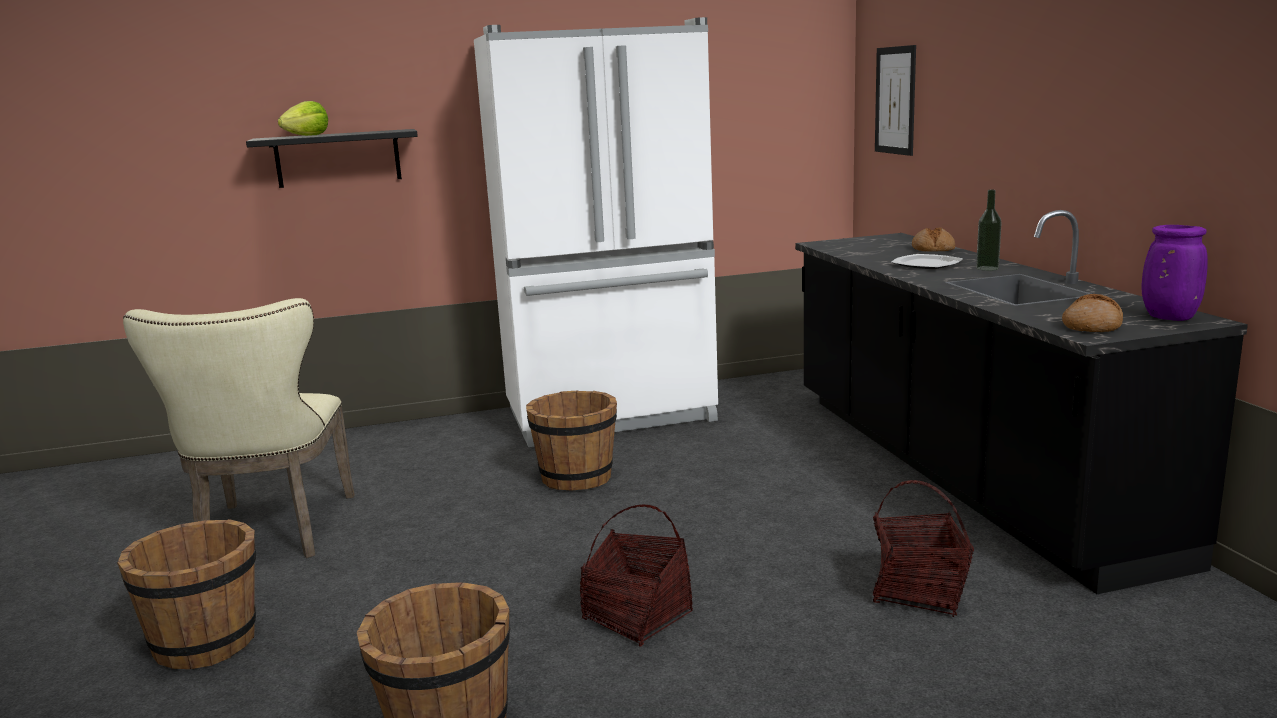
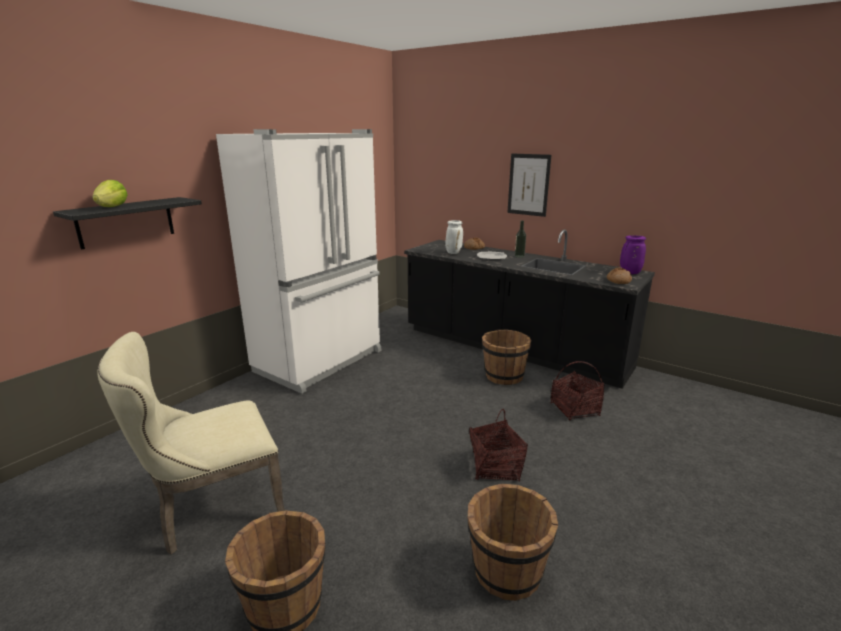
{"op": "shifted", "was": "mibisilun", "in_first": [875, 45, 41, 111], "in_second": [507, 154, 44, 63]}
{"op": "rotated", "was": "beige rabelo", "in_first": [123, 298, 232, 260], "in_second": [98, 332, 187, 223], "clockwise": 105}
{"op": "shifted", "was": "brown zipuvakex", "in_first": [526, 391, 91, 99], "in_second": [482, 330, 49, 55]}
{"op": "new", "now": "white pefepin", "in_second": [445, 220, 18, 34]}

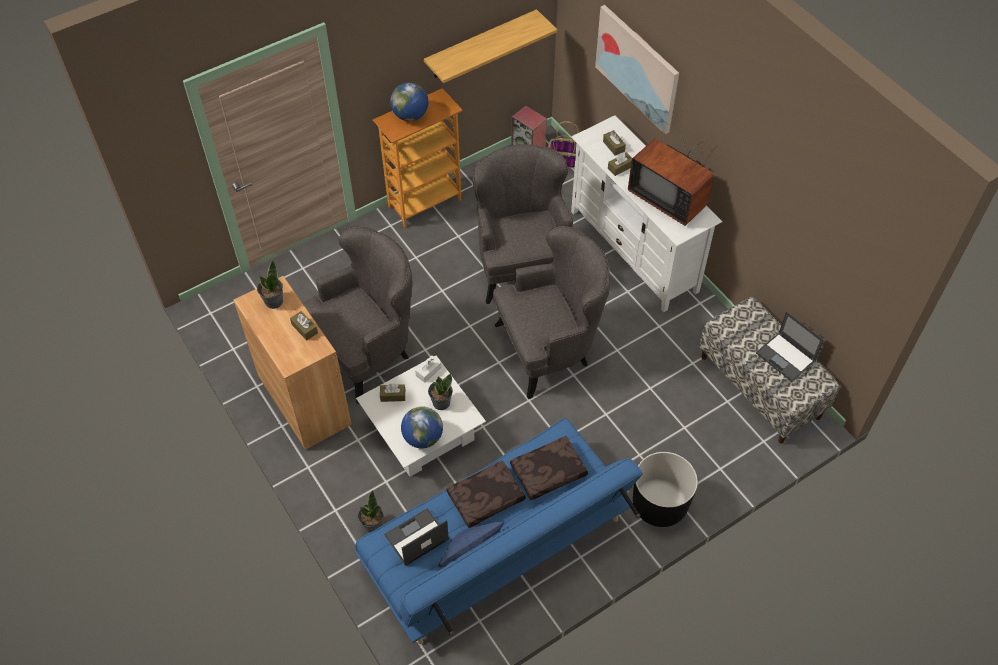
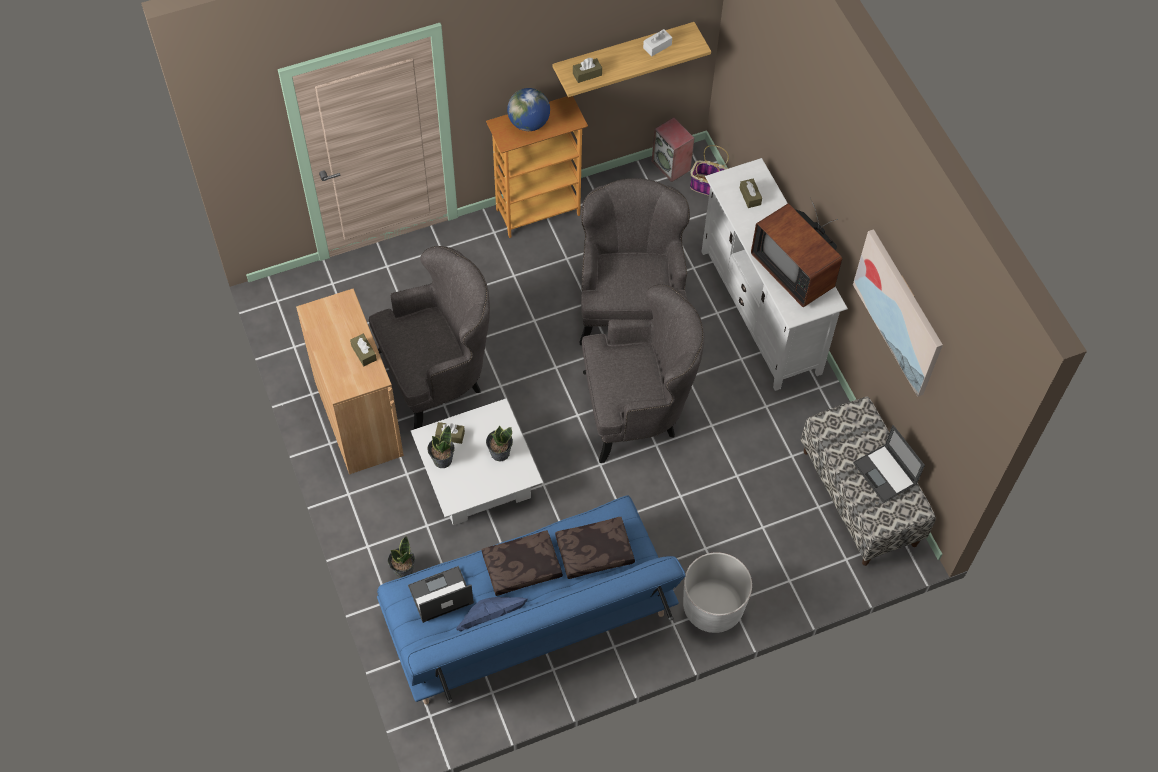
{"op": "shifted", "was": "mibisilun", "in_first": [595, 5, 84, 129], "in_second": [853, 229, 90, 168]}
{"op": "shifted", "was": "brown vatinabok", "in_first": [608, 152, 24, 24], "in_second": [573, 58, 29, 25]}
{"op": "shifted", "was": "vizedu", "in_first": [257, 261, 26, 48], "in_second": [427, 425, 28, 43]}
{"op": "shifted", "was": "white vatinabok", "in_first": [415, 355, 26, 28], "in_second": [643, 29, 29, 28]}
{"op": "gone", "was": "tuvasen", "in_first": [401, 406, 42, 43]}
{"op": "repainted", "was": "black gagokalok", "now": "white gagokalok", "in_first": [633, 452, 65, 75], "in_second": [683, 552, 69, 81]}

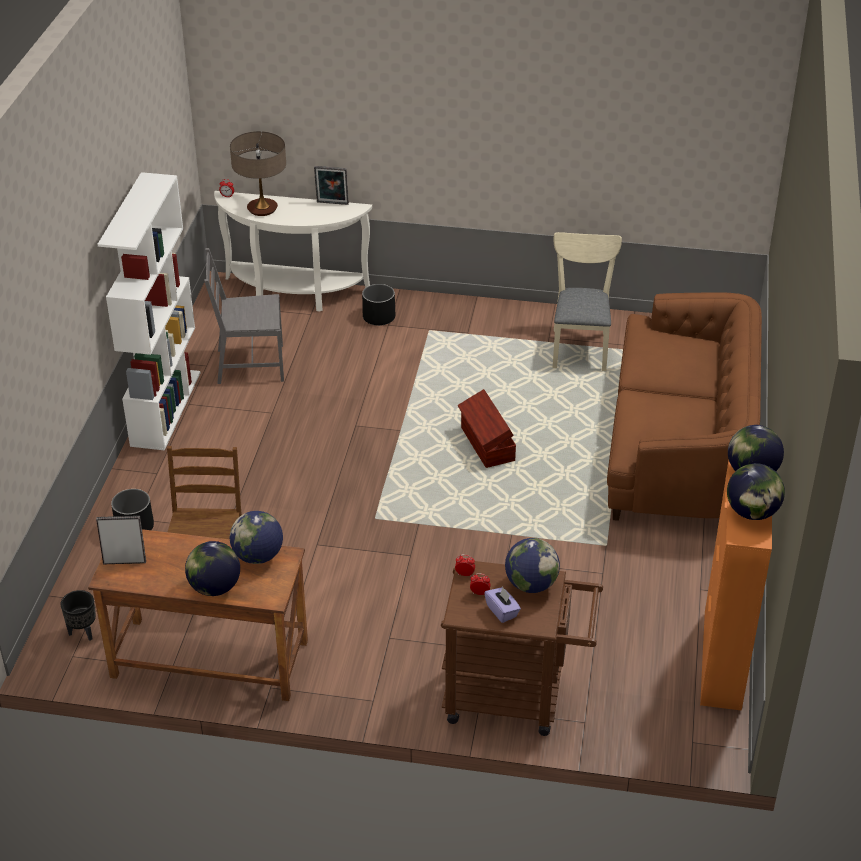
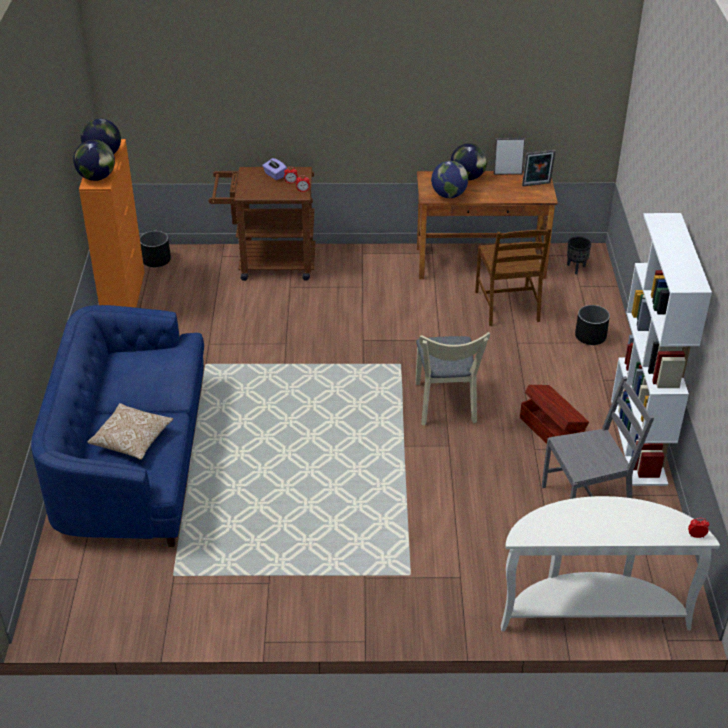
{"op": "gone", "was": "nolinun", "in_first": [230, 131, 56, 85]}
{"op": "shifted", "was": "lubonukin", "in_first": [314, 166, 35, 39], "in_second": [494, 138, 31, 37]}
{"op": "shifted", "was": "beige rabelo", "in_first": [553, 232, 69, 139], "in_second": [416, 332, 74, 94]}
{"op": "shifted", "was": "black gagokalok", "in_first": [362, 284, 33, 42], "in_second": [140, 231, 31, 37]}
{"op": "repainted", "was": "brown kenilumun", "now": "blue kenilumun", "in_first": [607, 292, 155, 229], "in_second": [31, 305, 173, 242]}
{"op": "shifted", "was": "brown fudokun", "in_first": [458, 389, 58, 79], "in_second": [520, 385, 69, 59]}
{"op": "gone", "was": "tuvasen", "in_first": [505, 538, 55, 55]}
{"op": "new", "now": "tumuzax", "in_second": [88, 403, 85, 57]}

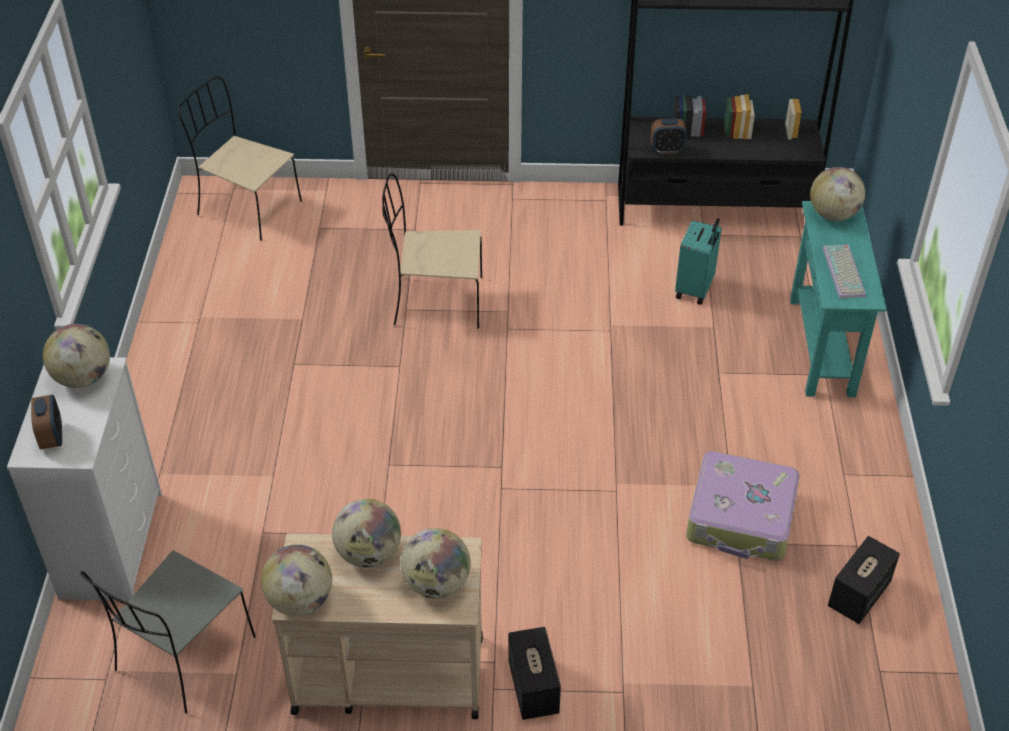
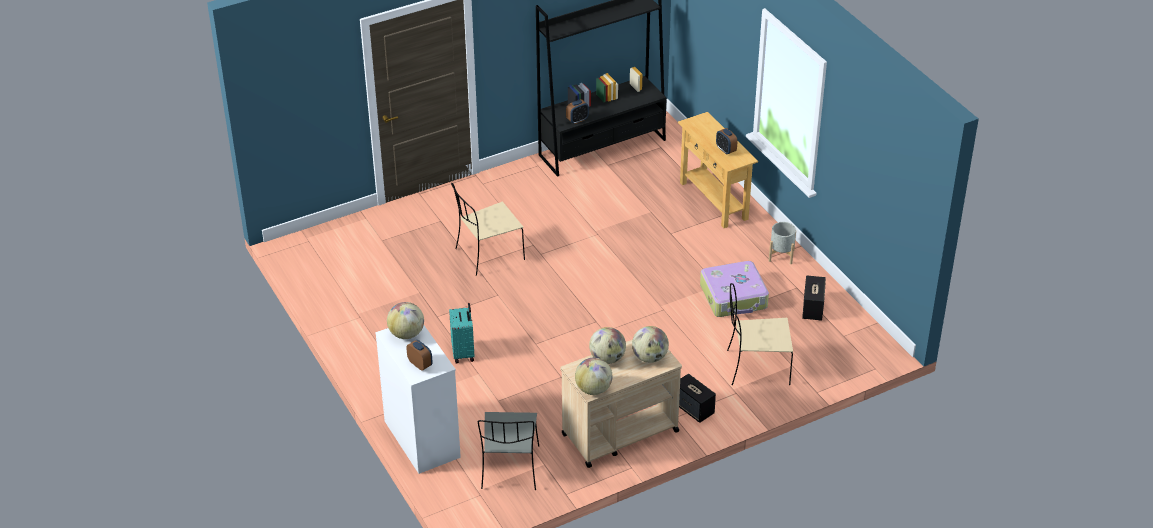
{"op": "shifted", "was": "beige rabelo", "in_first": [178, 77, 124, 164], "in_second": [727, 283, 66, 102]}
{"op": "gone", "was": "tuvasen", "in_first": [810, 167, 55, 54]}
{"op": "repainted", "was": "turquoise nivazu", "now": "beige nivazu", "in_first": [790, 201, 97, 196], "in_second": [678, 112, 80, 116]}
{"op": "shifted", "was": "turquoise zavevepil", "in_first": [675, 218, 47, 87], "in_second": [449, 303, 26, 60]}
{"op": "swapped", "was": "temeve", "now": "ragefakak", "in_first": [823, 245, 43, 53], "in_second": [716, 128, 21, 27]}
{"op": "new", "now": "grey gagokalok", "in_second": [769, 222, 27, 42]}

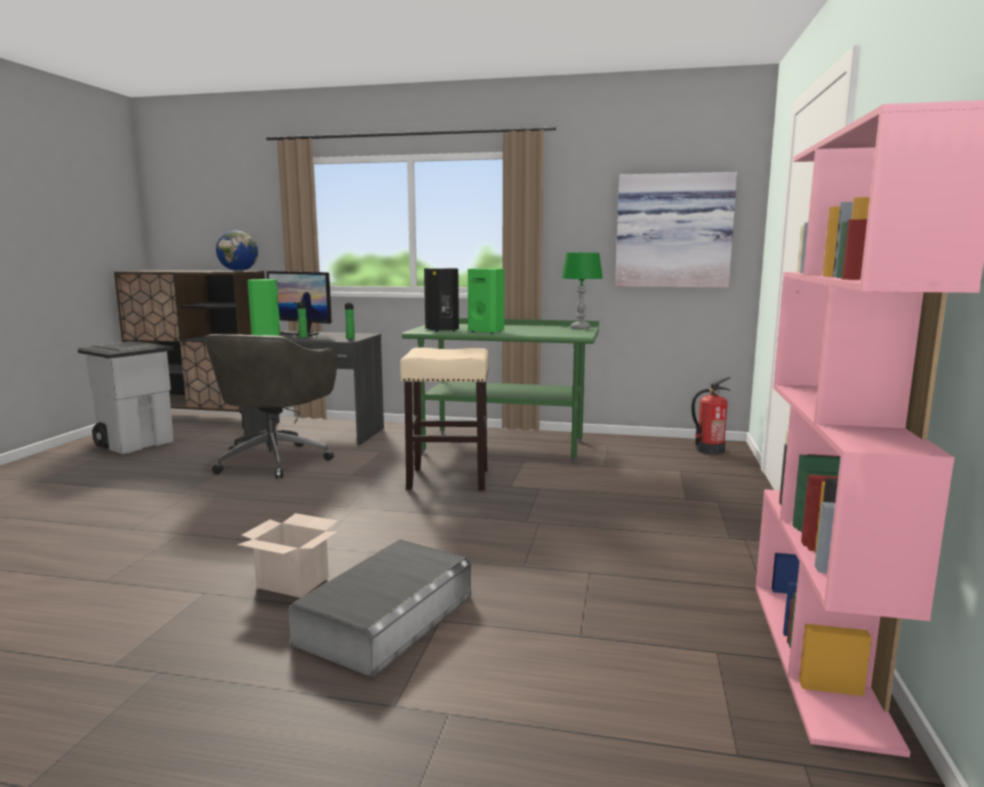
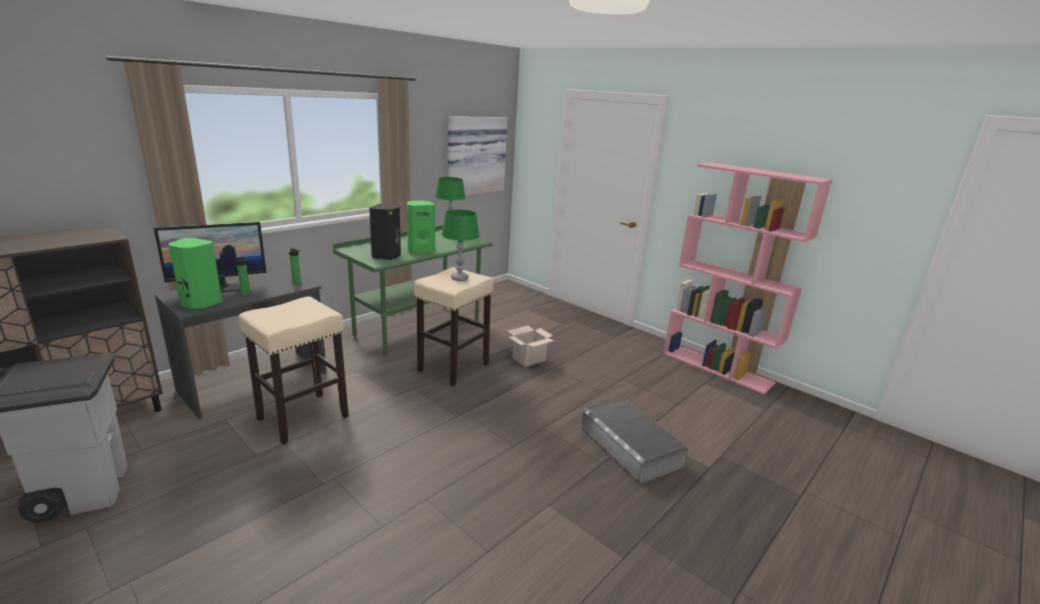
{"op": "gone", "was": "tuvasen", "in_first": [216, 231, 42, 40]}
{"op": "swapped", "was": "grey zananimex", "now": "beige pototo", "in_first": [204, 334, 134, 145], "in_second": [239, 296, 110, 149]}
{"op": "gone", "was": "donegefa", "in_first": [691, 377, 40, 77]}
{"op": "shifted", "was": "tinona", "in_first": [237, 513, 101, 85], "in_second": [508, 326, 46, 41]}
{"op": "new", "now": "green nolinun", "in_second": [441, 209, 38, 72]}

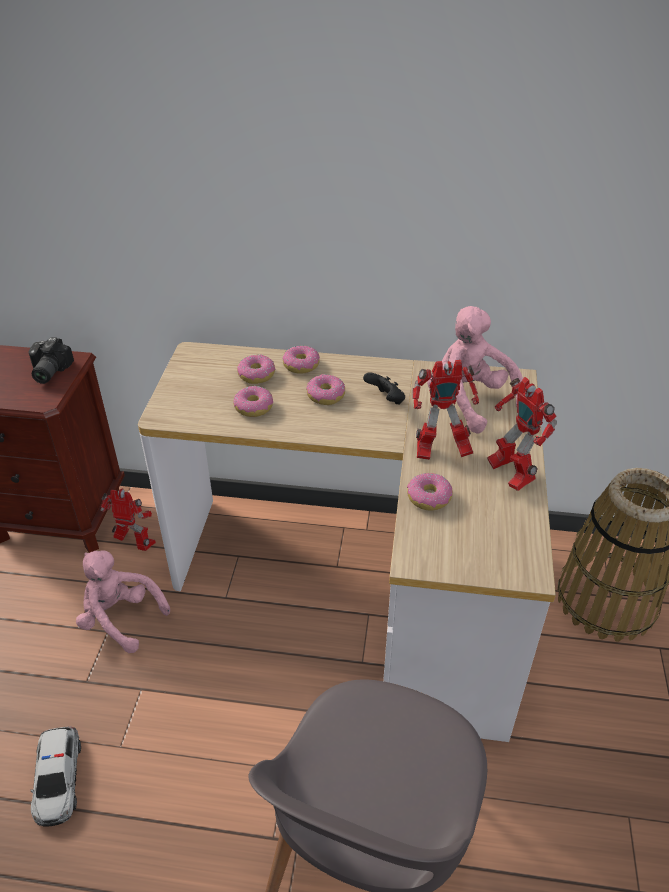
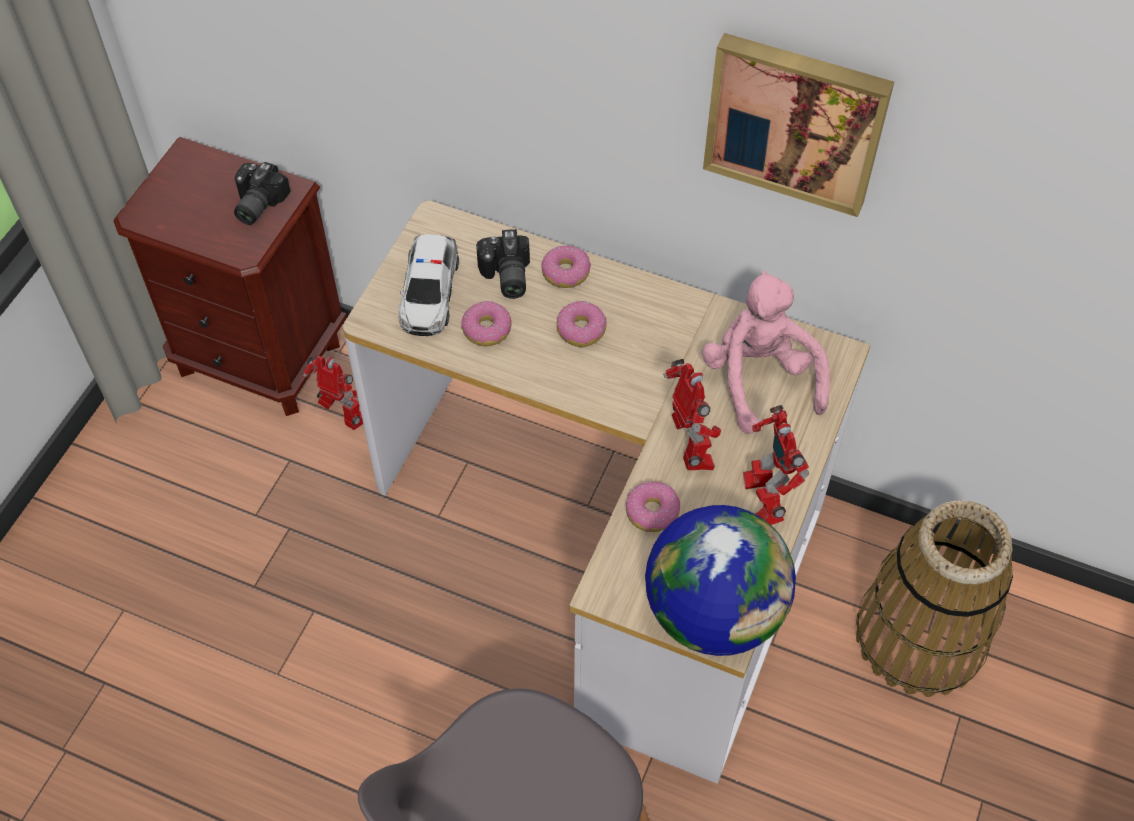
{"op": "swapped", "was": "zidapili", "now": "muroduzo", "in_first": [237, 355, 38, 29], "in_second": [476, 229, 54, 70]}
{"op": "rotated", "was": "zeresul", "in_first": [412, 360, 67, 100], "in_second": [663, 359, 58, 111], "clockwise": -120}
{"op": "gone", "was": "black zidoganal", "in_first": [363, 372, 42, 33]}
{"op": "gone", "was": "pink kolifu", "in_first": [76, 551, 94, 102]}
{"op": "shifted", "was": "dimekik", "in_first": [31, 727, 50, 100], "in_second": [398, 234, 61, 102]}
{"op": "new", "now": "mibisilun", "in_second": [703, 33, 191, 184]}
{"op": "new", "now": "tuvasen", "in_second": [645, 505, 151, 151]}

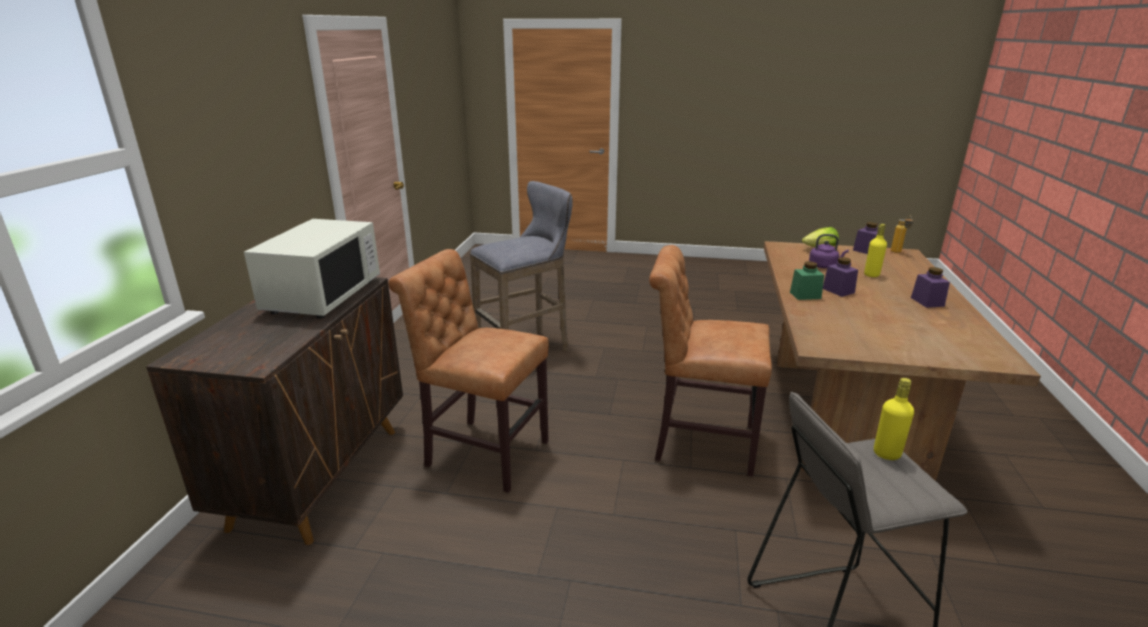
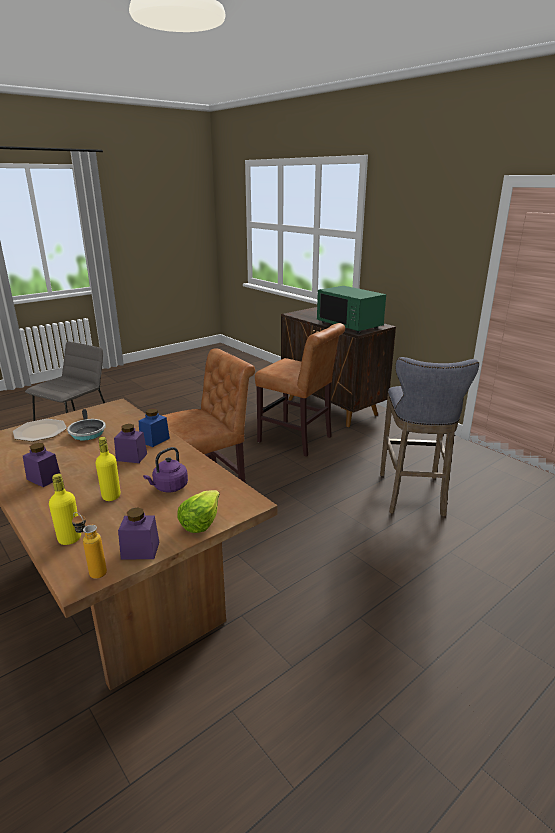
{"op": "repainted", "was": "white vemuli", "now": "green vemuli", "in_first": [244, 219, 136, 100], "in_second": [317, 286, 69, 47]}
{"op": "rotated", "was": "brown rabelo", "in_first": [388, 249, 161, 244], "in_second": [255, 323, 90, 134], "clockwise": 60}
{"op": "repainted", "was": "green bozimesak", "now": "blue bozimesak", "in_first": [790, 261, 34, 39], "in_second": [139, 409, 31, 38]}
{"op": "shifted", "was": "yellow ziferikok", "in_first": [874, 378, 40, 82], "in_second": [49, 474, 32, 71]}
{"op": "new", "now": "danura", "in_second": [67, 409, 39, 31]}
{"op": "new", "now": "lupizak", "in_second": [13, 419, 54, 23]}

